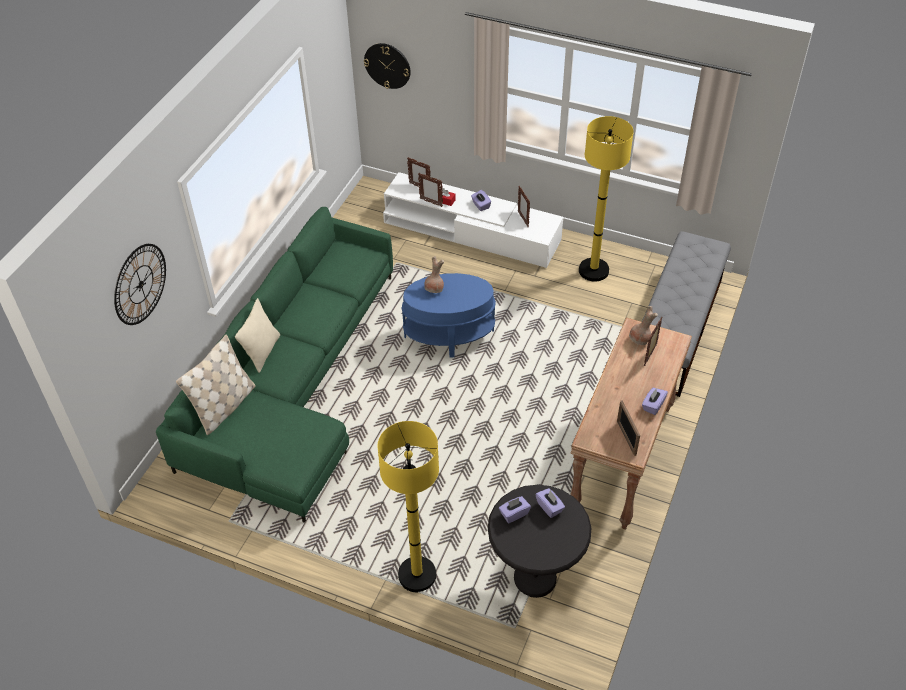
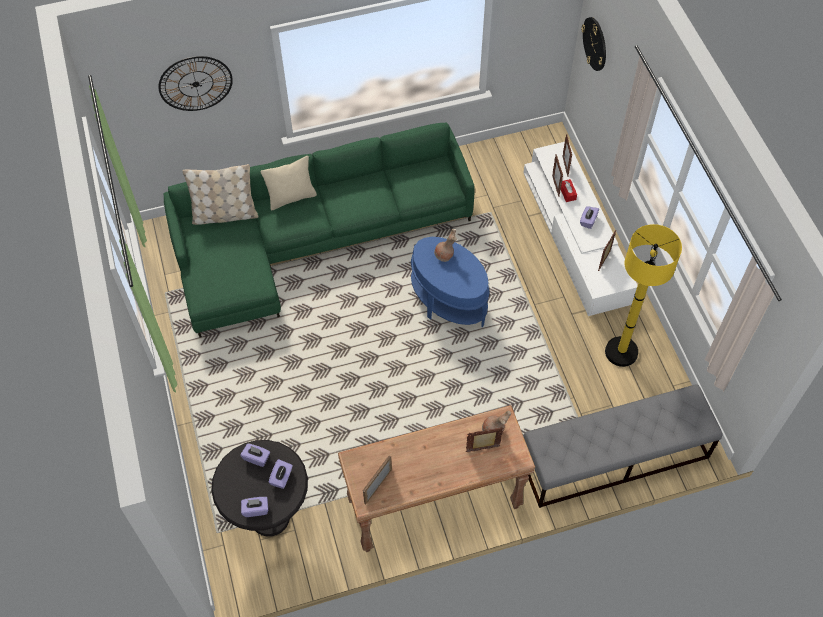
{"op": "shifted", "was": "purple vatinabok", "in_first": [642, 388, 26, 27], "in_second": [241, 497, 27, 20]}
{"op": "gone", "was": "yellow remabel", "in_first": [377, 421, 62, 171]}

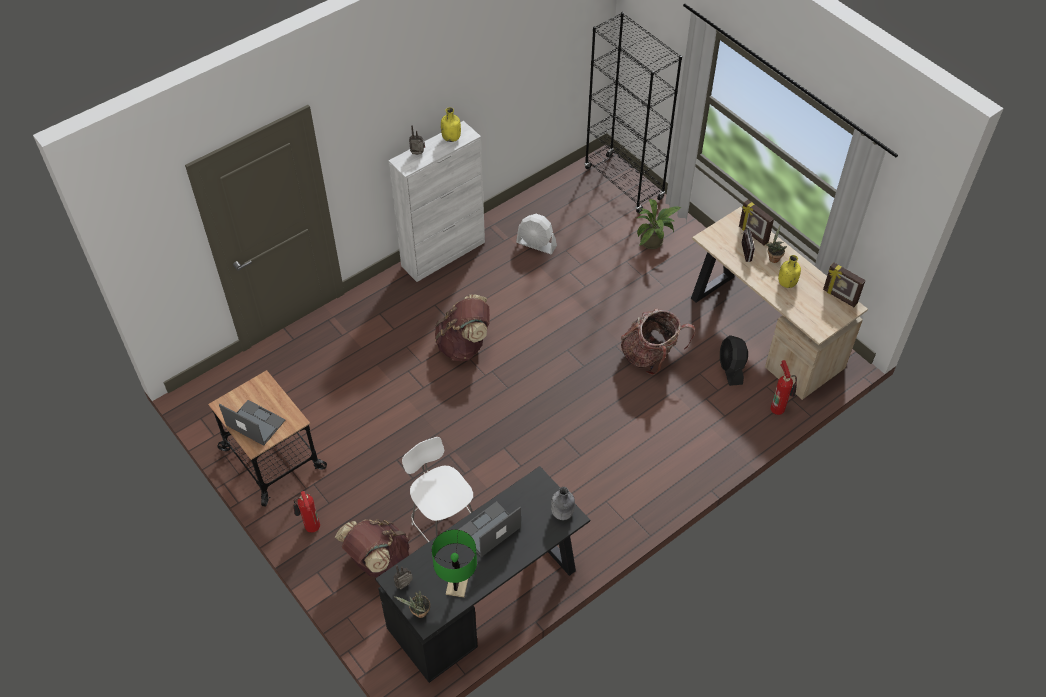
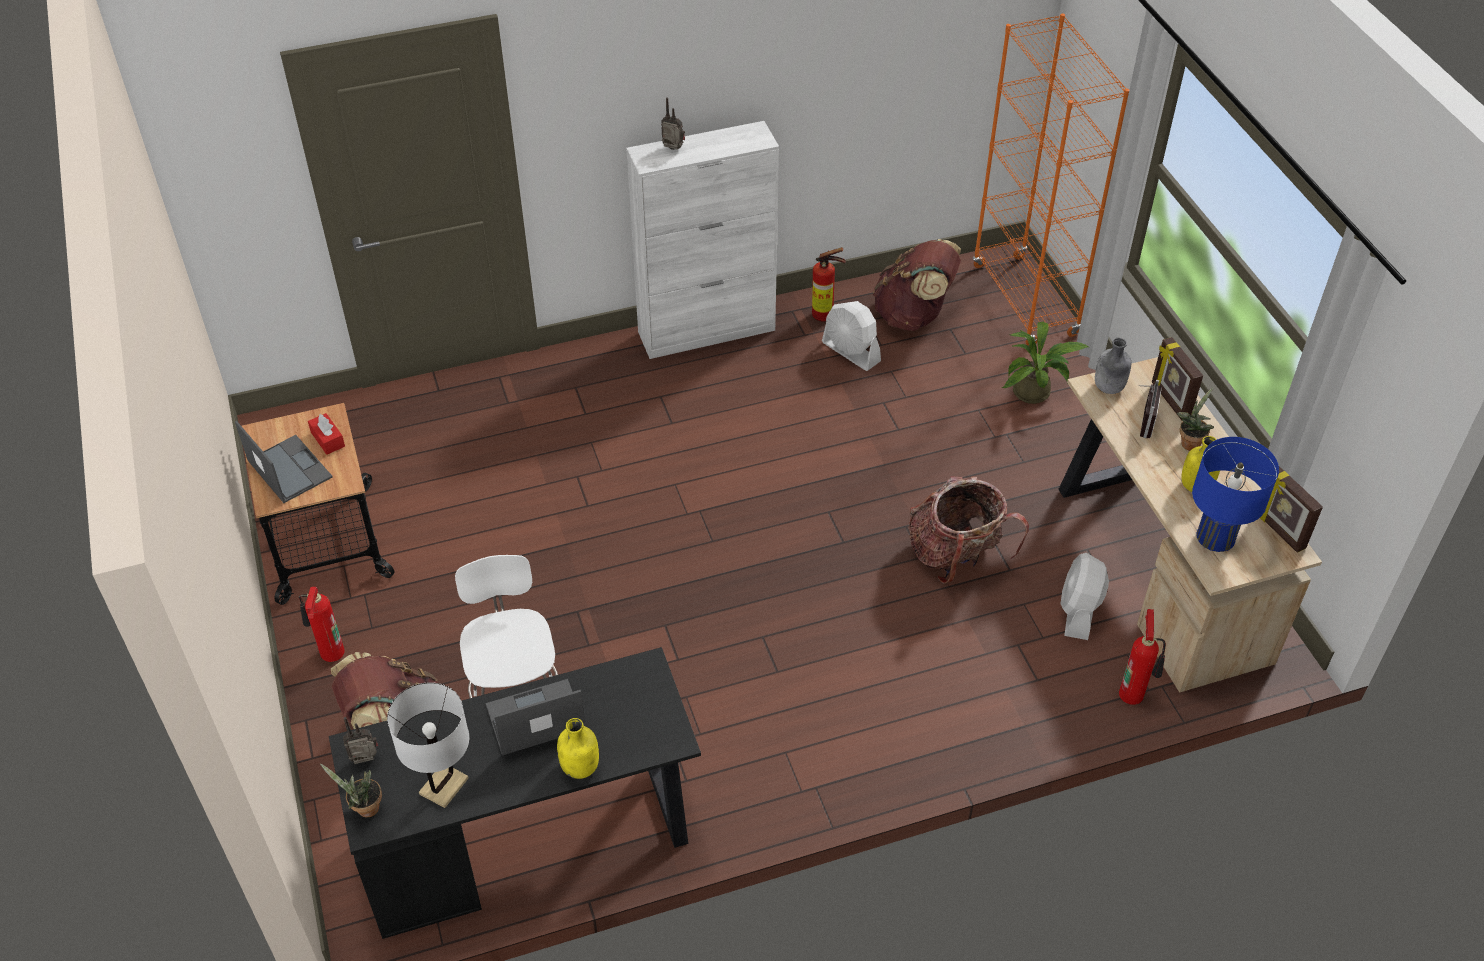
{"op": "repainted", "was": "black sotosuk", "now": "orange sotosuk", "in_first": [584, 12, 98, 201], "in_second": [973, 14, 156, 333]}
{"op": "shifted", "was": "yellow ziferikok", "in_first": [441, 107, 20, 35], "in_second": [557, 718, 42, 61]}
{"op": "shifted", "was": "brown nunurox", "in_first": [435, 295, 55, 66], "in_second": [873, 239, 88, 92]}
{"op": "repainted", "was": "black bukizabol", "now": "white bukizabol", "in_first": [720, 335, 28, 51], "in_second": [1061, 553, 48, 87]}
{"op": "shifted", "was": "grey ziferikok", "in_first": [551, 487, 24, 33], "in_second": [1095, 338, 36, 56]}
{"op": "repainted", "was": "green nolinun", "now": "white nolinun", "in_first": [432, 529, 45, 69], "in_second": [387, 682, 82, 126]}
{"op": "new", "now": "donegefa", "in_second": [812, 247, 34, 74]}
{"op": "new", "now": "red vatinabok", "in_second": [308, 413, 37, 42]}
{"op": "new", "now": "blue nolinun", "in_second": [1192, 437, 87, 115]}

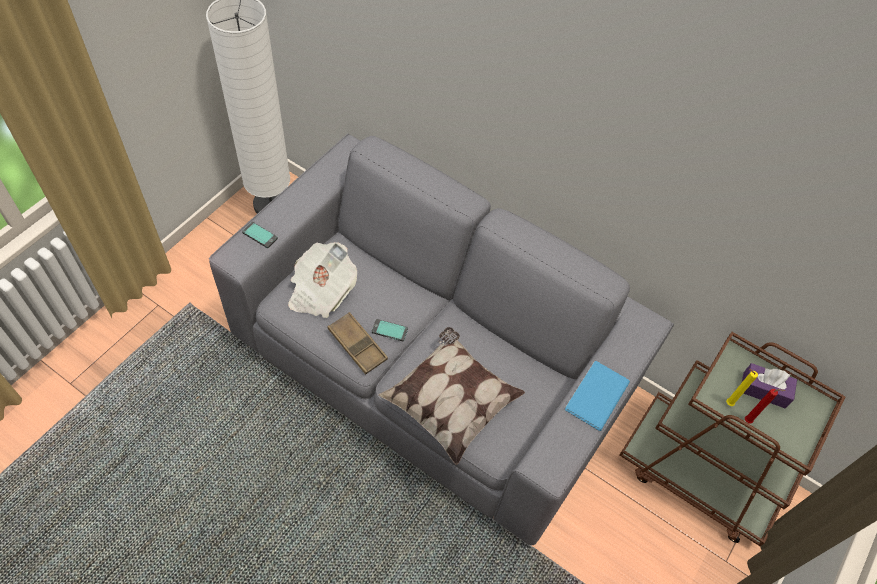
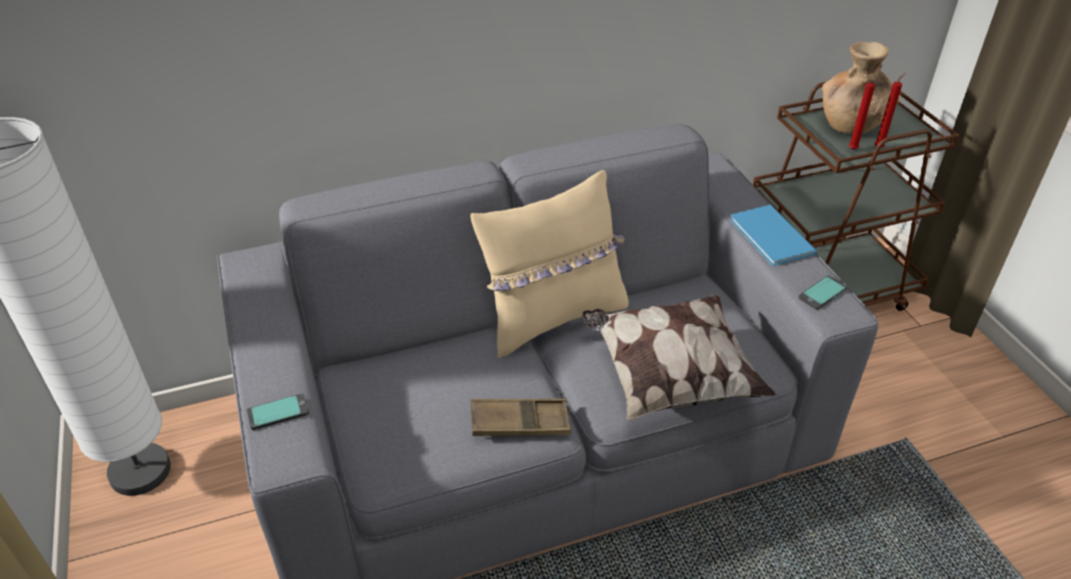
{"op": "gone", "was": "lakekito", "in_first": [288, 242, 69, 76]}
{"op": "shifted", "was": "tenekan", "in_first": [372, 319, 36, 22], "in_second": [798, 275, 49, 35]}
{"op": "swapped", "was": "purple vatinabok", "now": "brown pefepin", "in_first": [742, 363, 55, 45], "in_second": [822, 41, 78, 93]}
{"op": "repainted", "was": "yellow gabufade", "now": "red gabufade", "in_first": [726, 369, 32, 37], "in_second": [849, 79, 26, 71]}
{"op": "new", "now": "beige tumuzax", "in_second": [470, 170, 159, 188]}

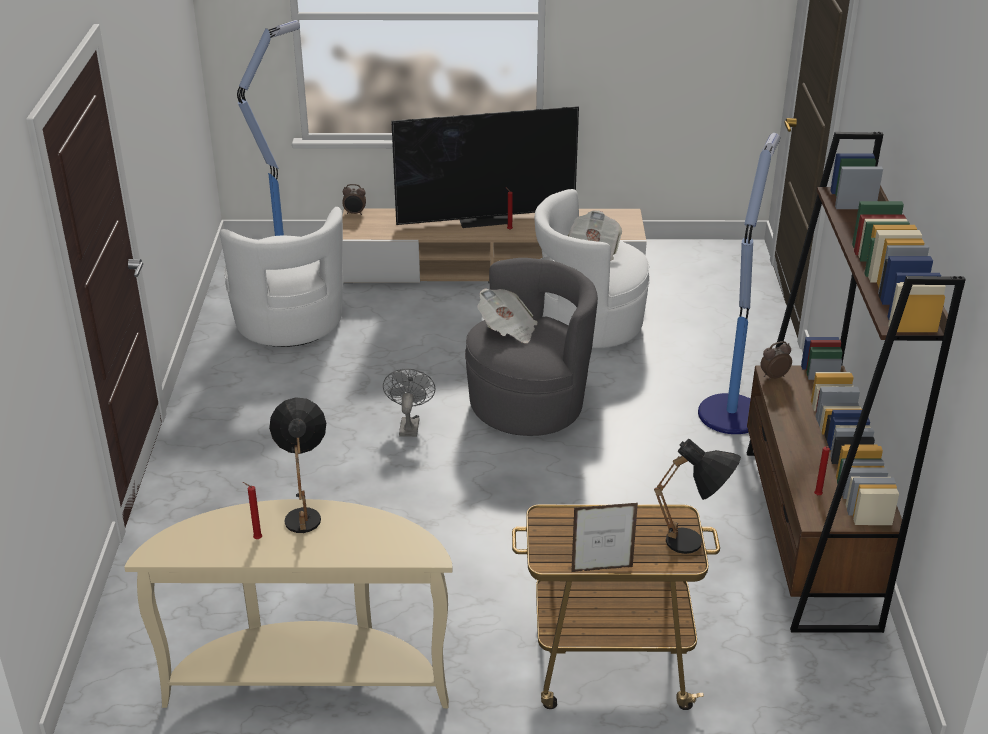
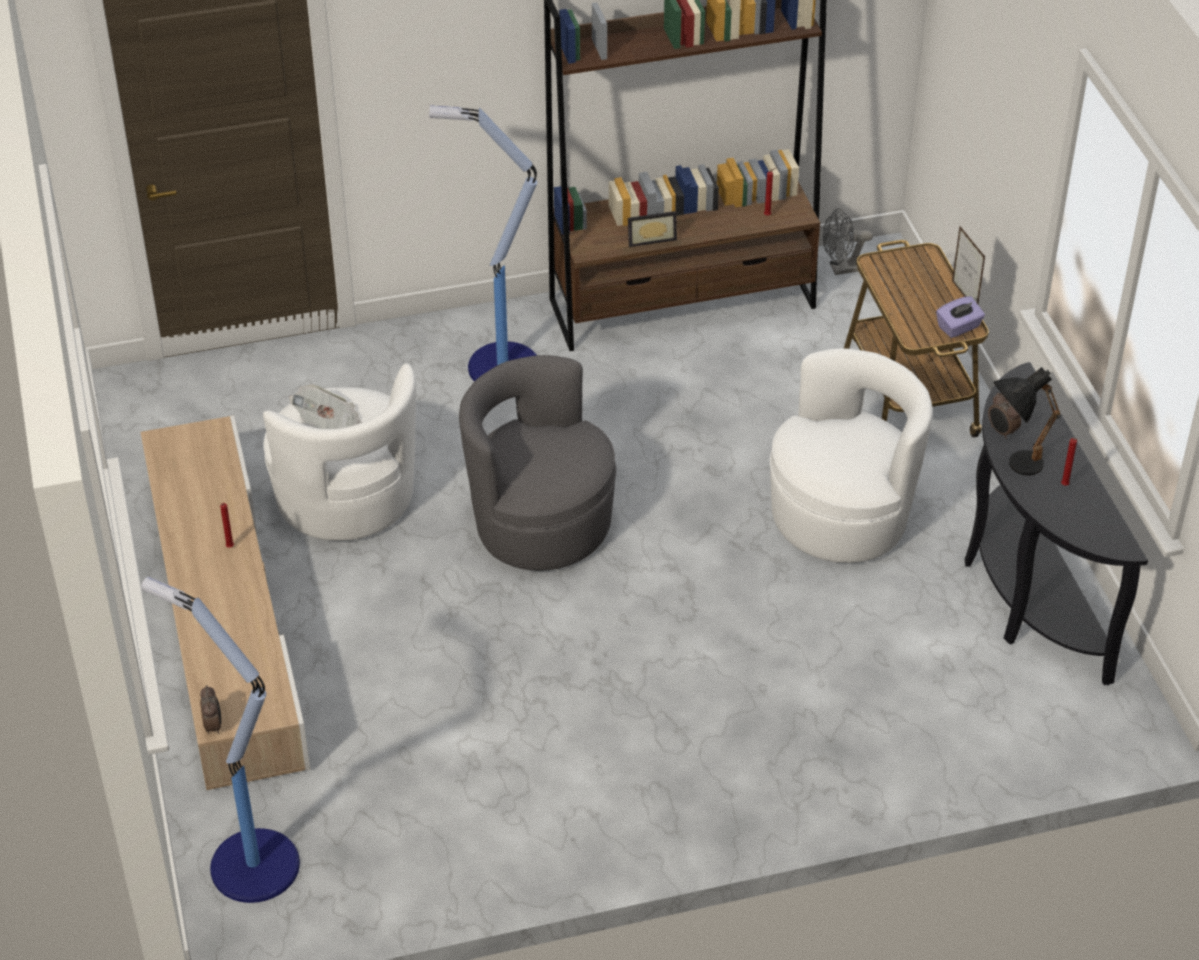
{"op": "gone", "was": "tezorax", "in_first": [392, 106, 187, 122]}
{"op": "shifted", "was": "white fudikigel", "in_first": [220, 207, 123, 140], "in_second": [770, 348, 163, 215]}
{"op": "gone", "was": "lakekito", "in_first": [477, 289, 61, 54]}
{"op": "shifted", "was": "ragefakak", "in_first": [760, 341, 32, 39], "in_second": [988, 392, 33, 47]}
{"op": "shifted", "was": "grey bukizabol", "in_first": [383, 369, 53, 68], "in_second": [823, 208, 50, 67]}
{"op": "gone", "was": "black nolinun", "in_first": [654, 439, 87, 115]}
{"op": "repainted", "was": "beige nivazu", "now": "black nivazu", "in_first": [124, 499, 328, 209], "in_second": [965, 362, 183, 323]}
{"op": "new", "now": "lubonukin", "in_second": [628, 211, 49, 36]}
{"op": "new", "now": "purple vatinabok", "in_second": [936, 296, 49, 42]}

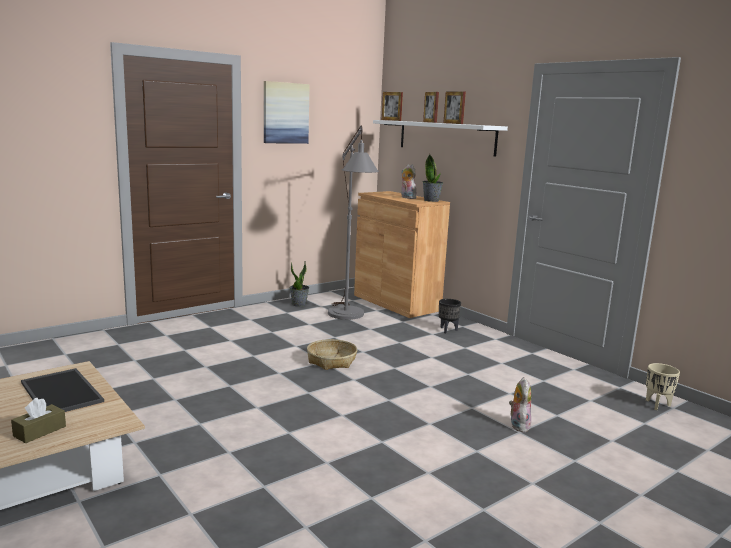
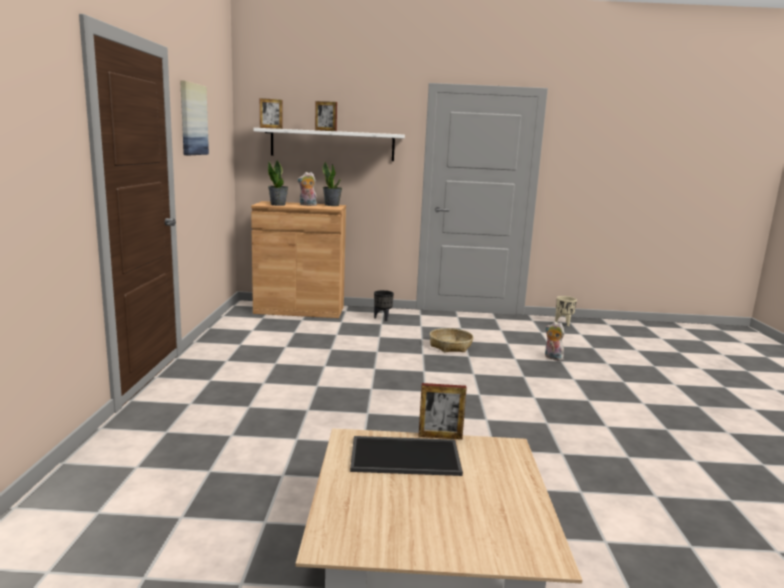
{"op": "shifted", "was": "lubonukin", "in_first": [444, 91, 22, 33], "in_second": [419, 383, 48, 57]}
{"op": "gone", "was": "grey remabel", "in_first": [328, 126, 51, 194]}
{"op": "shifted", "was": "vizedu", "in_first": [289, 262, 20, 45], "in_second": [268, 160, 20, 46]}
{"op": "shifted", "was": "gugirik", "in_first": [307, 339, 50, 31], "in_second": [429, 328, 44, 24]}
{"op": "gone", "was": "brown vatinabok", "in_first": [11, 398, 55, 45]}

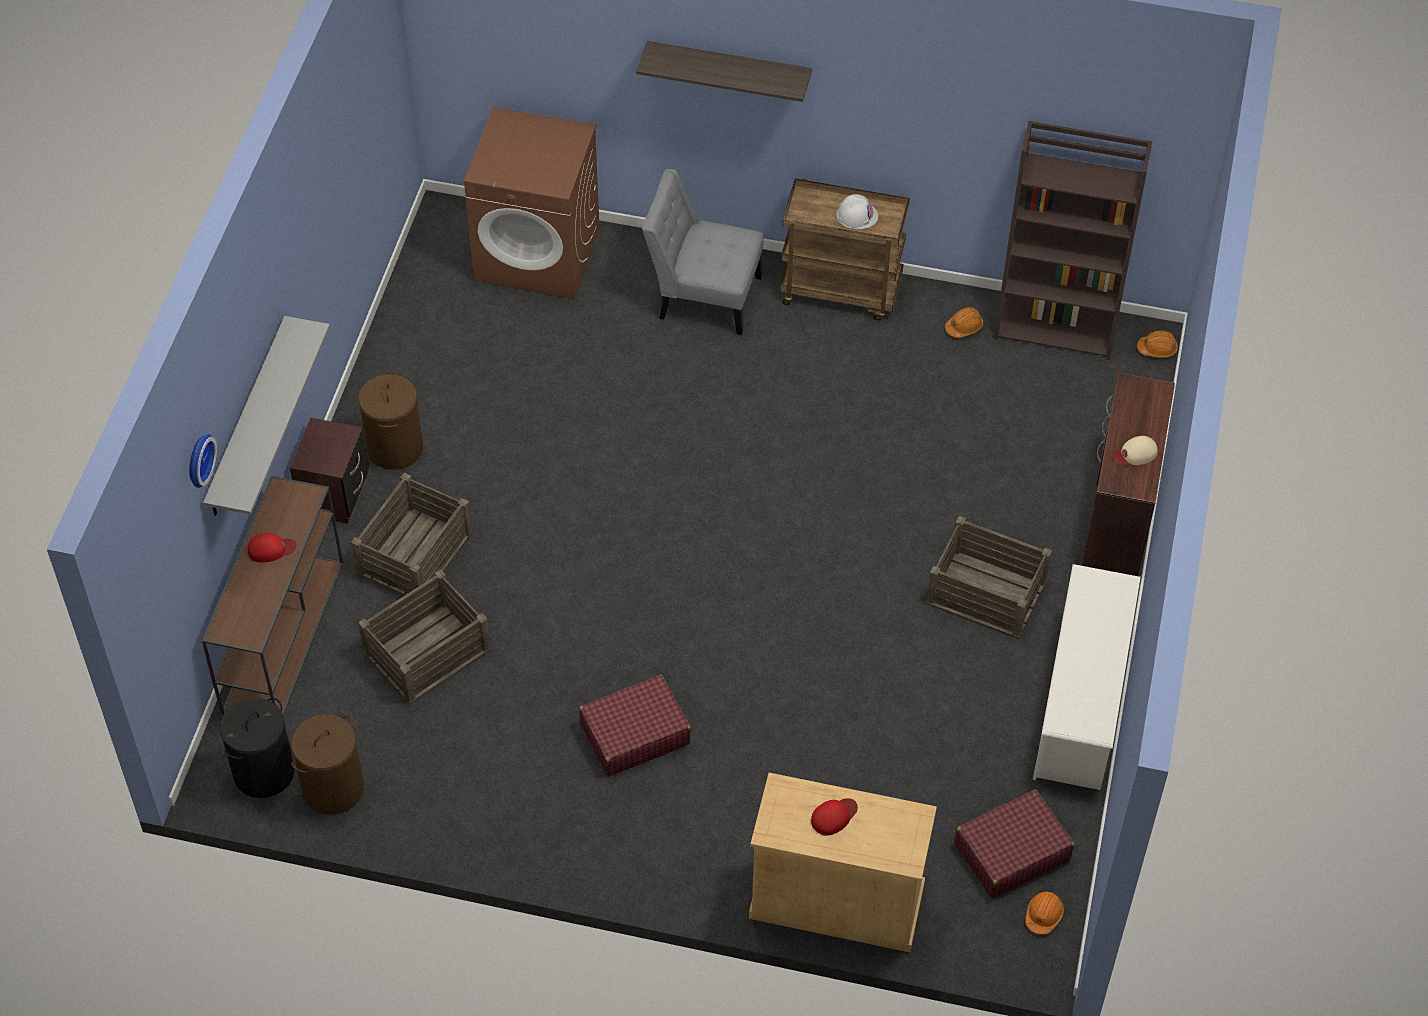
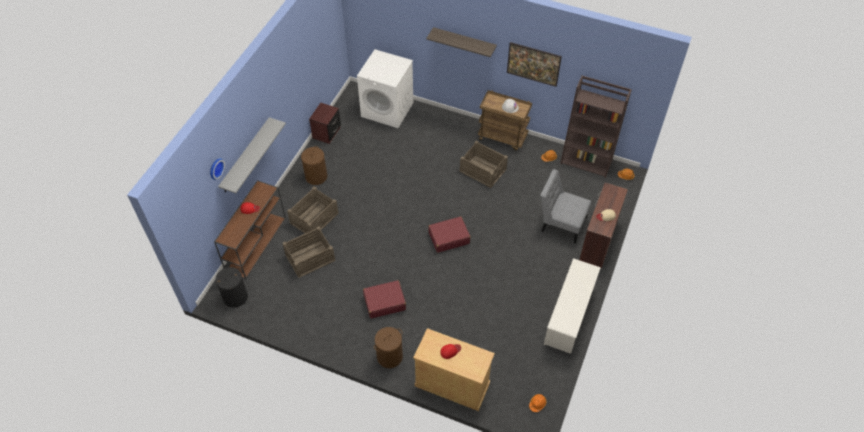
{"op": "repainted", "was": "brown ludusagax", "now": "white ludusagax", "in_first": [464, 107, 136, 192], "in_second": [357, 49, 56, 79]}
{"op": "shifted", "was": "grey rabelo", "in_first": [642, 169, 121, 166], "in_second": [540, 169, 51, 75]}
{"op": "shifted", "was": "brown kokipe", "in_first": [290, 418, 79, 106], "in_second": [309, 103, 32, 41]}
{"op": "shifted", "was": "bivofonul", "in_first": [926, 516, 126, 123], "in_second": [459, 140, 49, 48]}
{"op": "shifted", "was": "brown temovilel", "in_first": [291, 714, 73, 101], "in_second": [374, 327, 29, 41]}
{"op": "shifted", "was": "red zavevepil", "in_first": [954, 789, 120, 109], "in_second": [428, 216, 43, 37]}
{"op": "new", "now": "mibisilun", "in_second": [507, 42, 55, 45]}

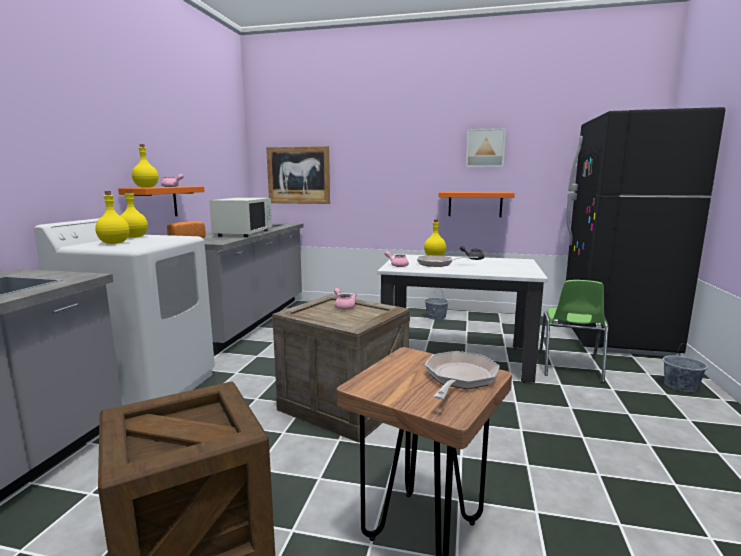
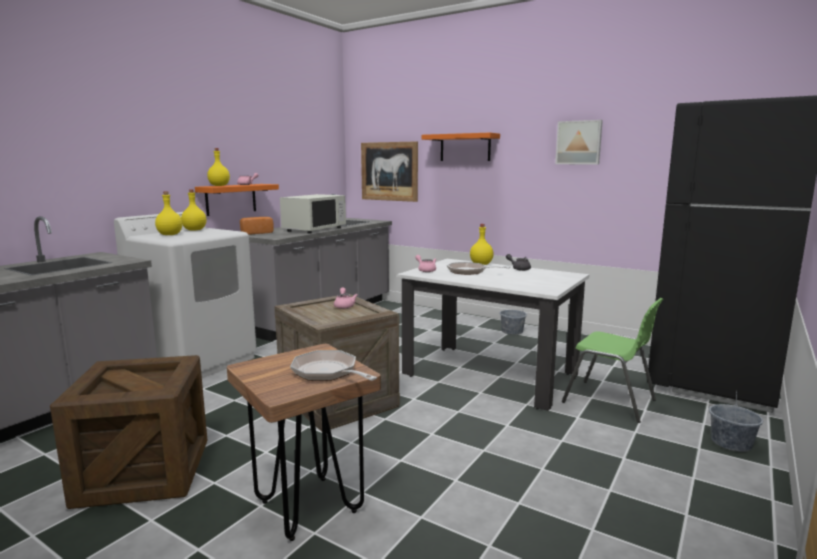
{"op": "shifted", "was": "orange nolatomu", "in_first": [439, 192, 76, 25], "in_second": [422, 133, 78, 28]}
{"op": "rotated", "was": "green rabelo", "in_first": [539, 280, 69, 103], "in_second": [562, 298, 101, 125], "clockwise": -90}
{"op": "rotated", "was": "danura", "in_first": [425, 351, 75, 48], "in_second": [290, 350, 87, 31], "clockwise": -90}

